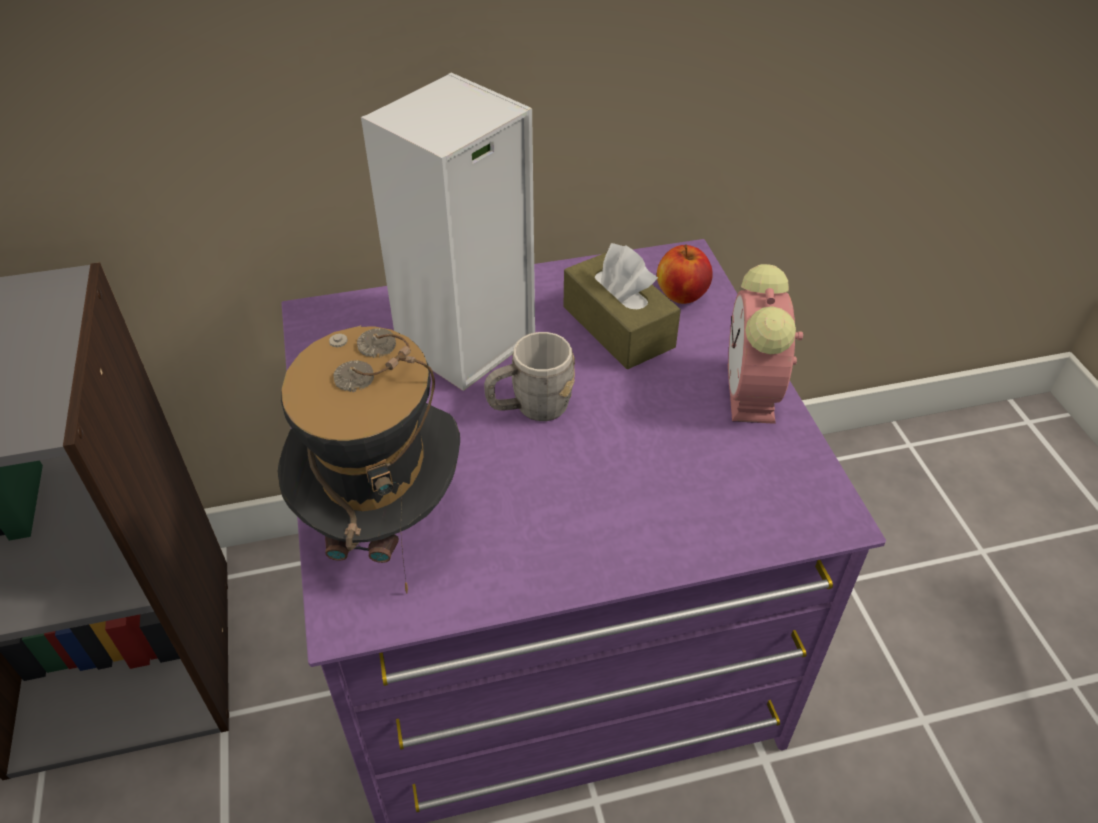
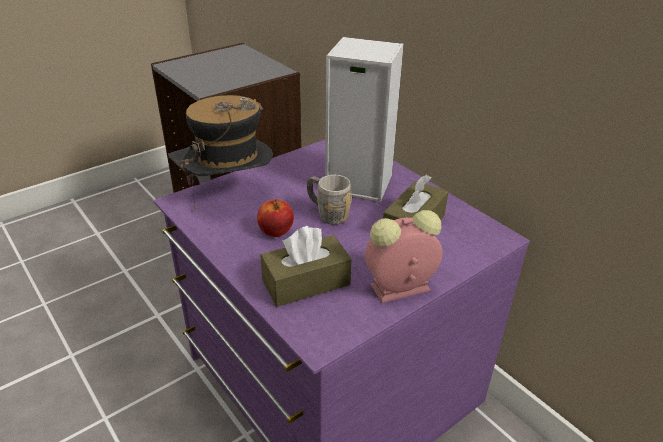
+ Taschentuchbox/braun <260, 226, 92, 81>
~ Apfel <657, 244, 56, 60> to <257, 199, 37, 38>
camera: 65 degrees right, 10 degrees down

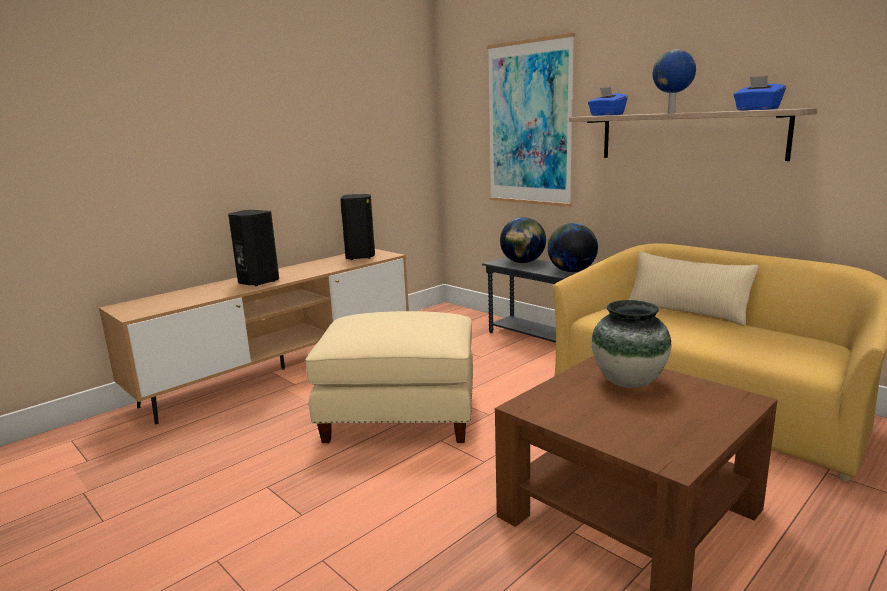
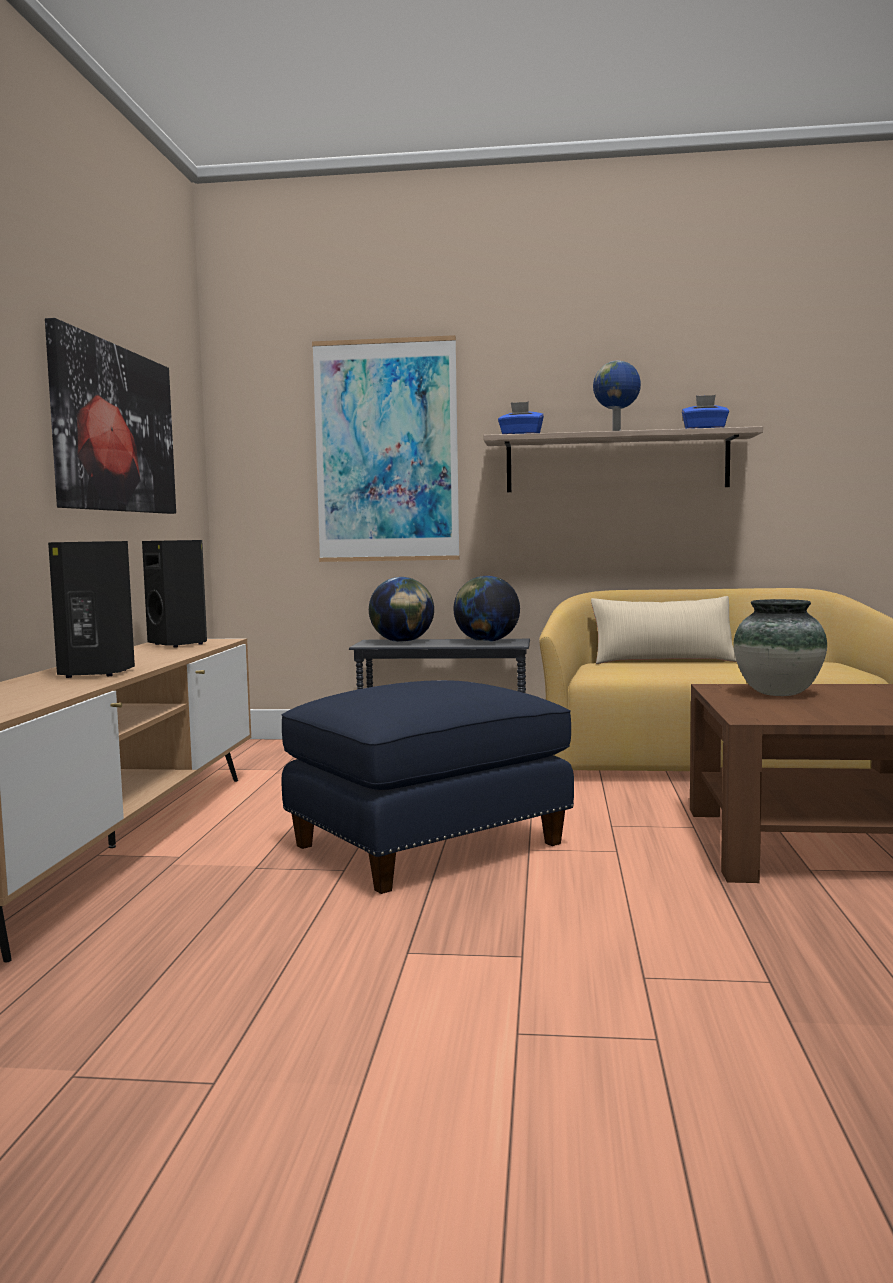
+ Bild <45, 318, 131, 196>
~ Polsterhocker/beige <305, 311, 168, 132> to Polsterhocker/blau <281, 680, 293, 214>
camera: 40 degrees left, 10 degrees down

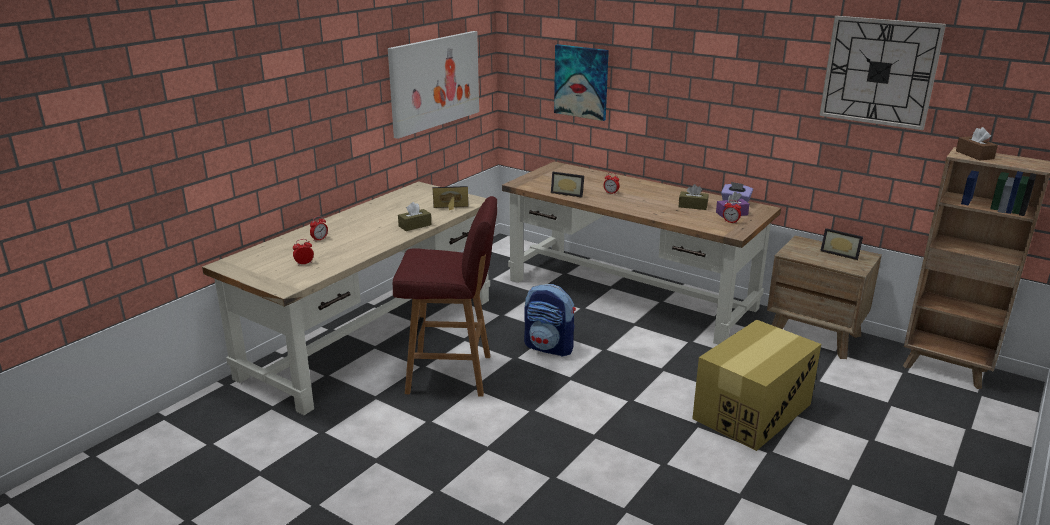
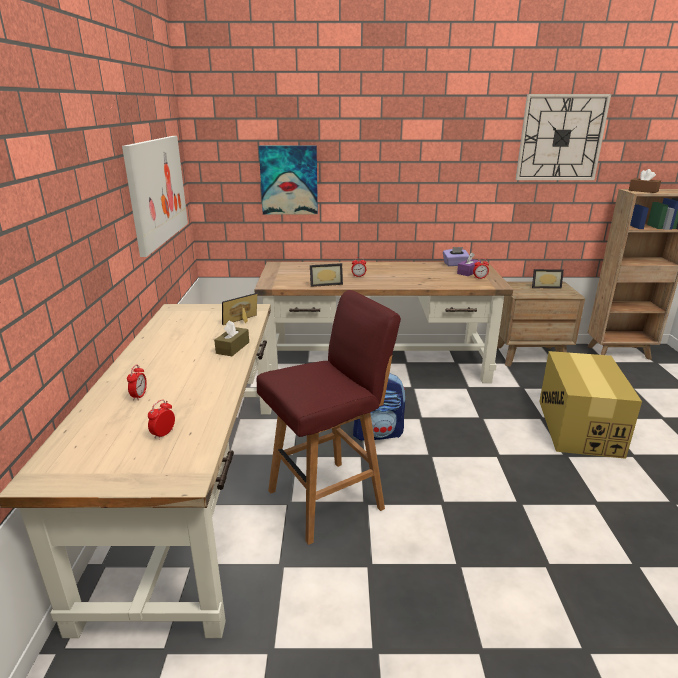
- Taschentuchbox/braun <679, 184, 30, 26>
camera: 35 degrees left, 0 degrees up

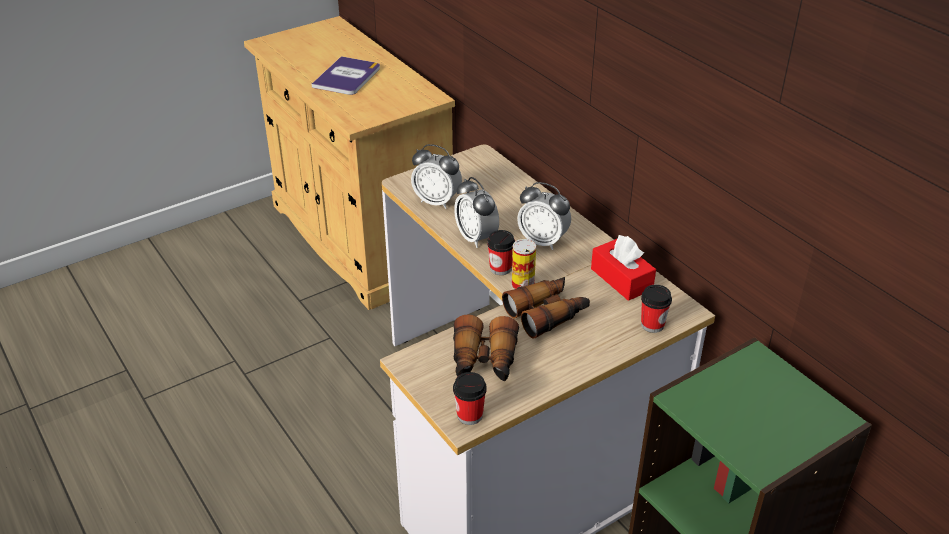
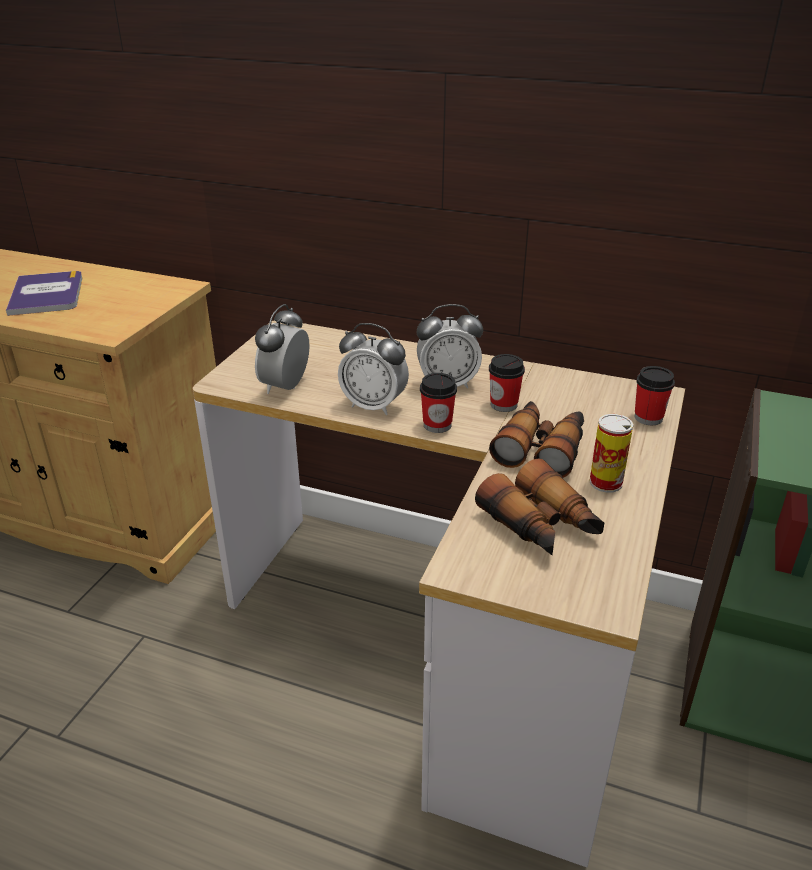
- Taschentuchbox/rot <591, 235, 65, 66>
~ Tasse <453, 372, 34, 53> to <489, 354, 36, 58>
~ Dose <511, 239, 25, 51> to <589, 414, 45, 79>
~ Wecker <411, 144, 51, 65> = <255, 304, 55, 90> 120 degrees clockwise
camera: 35 degrees left, 5 degrees down

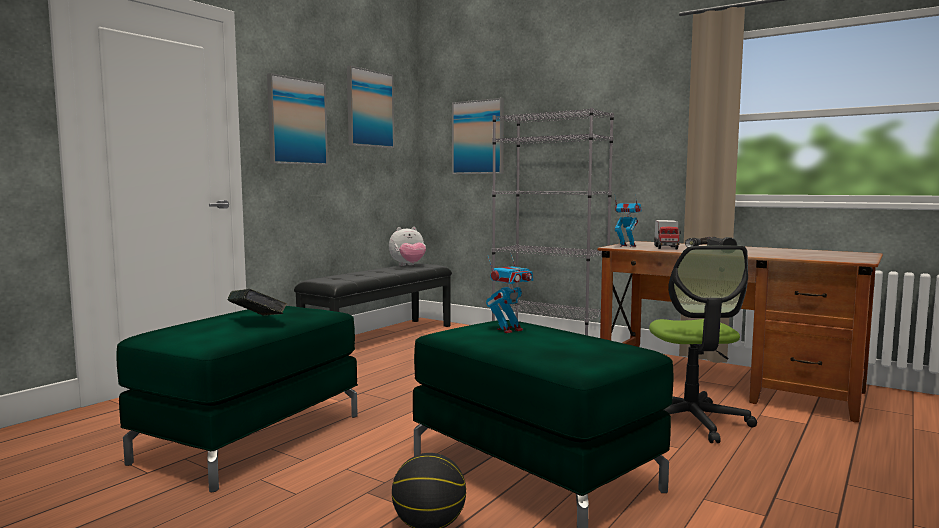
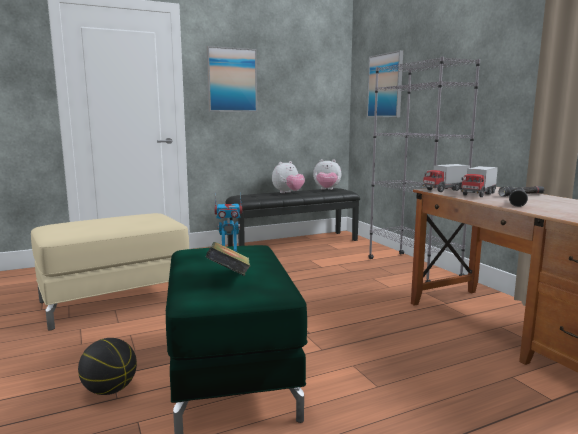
- Bild <347, 65, 47, 83>
- Bürostuhl <649, 246, 108, 197>
+ Plüschtier <272, 161, 33, 32>
~ Buch <227, 289, 60, 27> to <206, 242, 45, 34>
~ Spielzeugroboter <615, 195, 27, 52> to Spielzeuglaster <422, 164, 48, 28>
~ Polsterhocker/grün <117, 306, 241, 186> to Polsterhocker/beige <31, 213, 158, 117>
camera: 30 degrees right, 5 degrees up

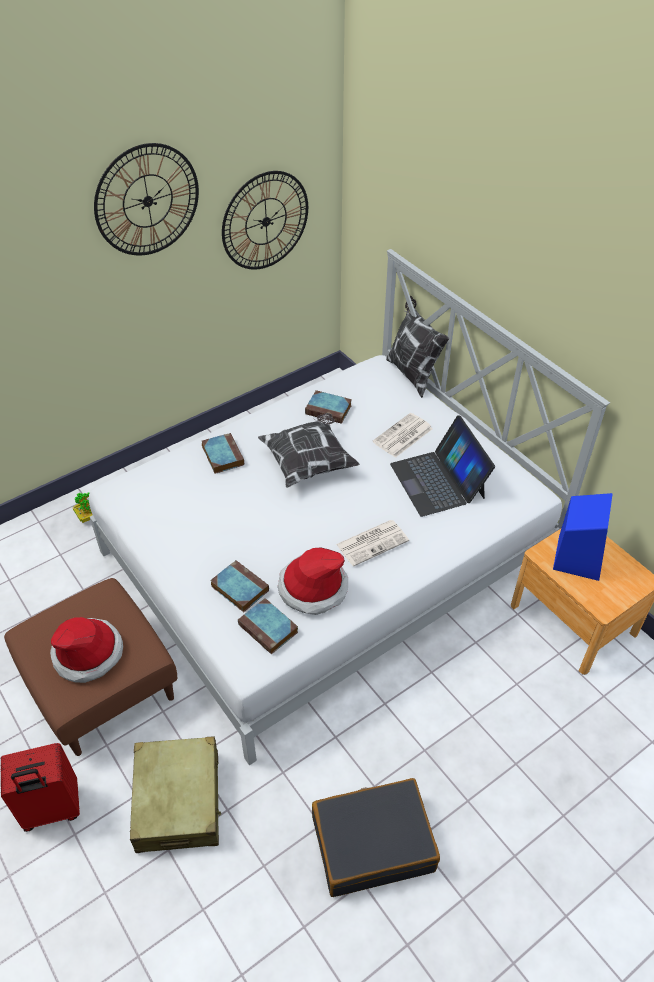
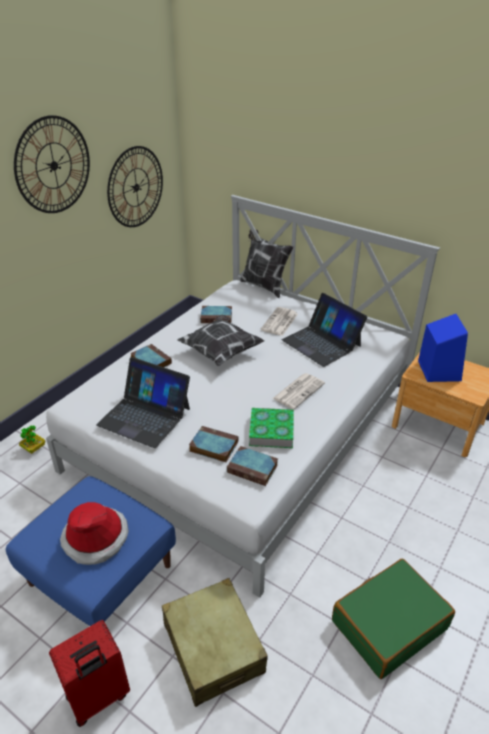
+ Laptop <96, 357, 94, 91>
~ Hut <278, 547, 70, 68> to Buch <249, 408, 45, 40>
~ Polsterhocker/braun <4, 578, 173, 178> to Polsterhocker/blau <6, 476, 170, 150>
~ Koffer/schwarz <312, 778, 128, 119> to Koffer/grün <332, 559, 123, 120>
camera: 20 degrees left, 10 degrees down

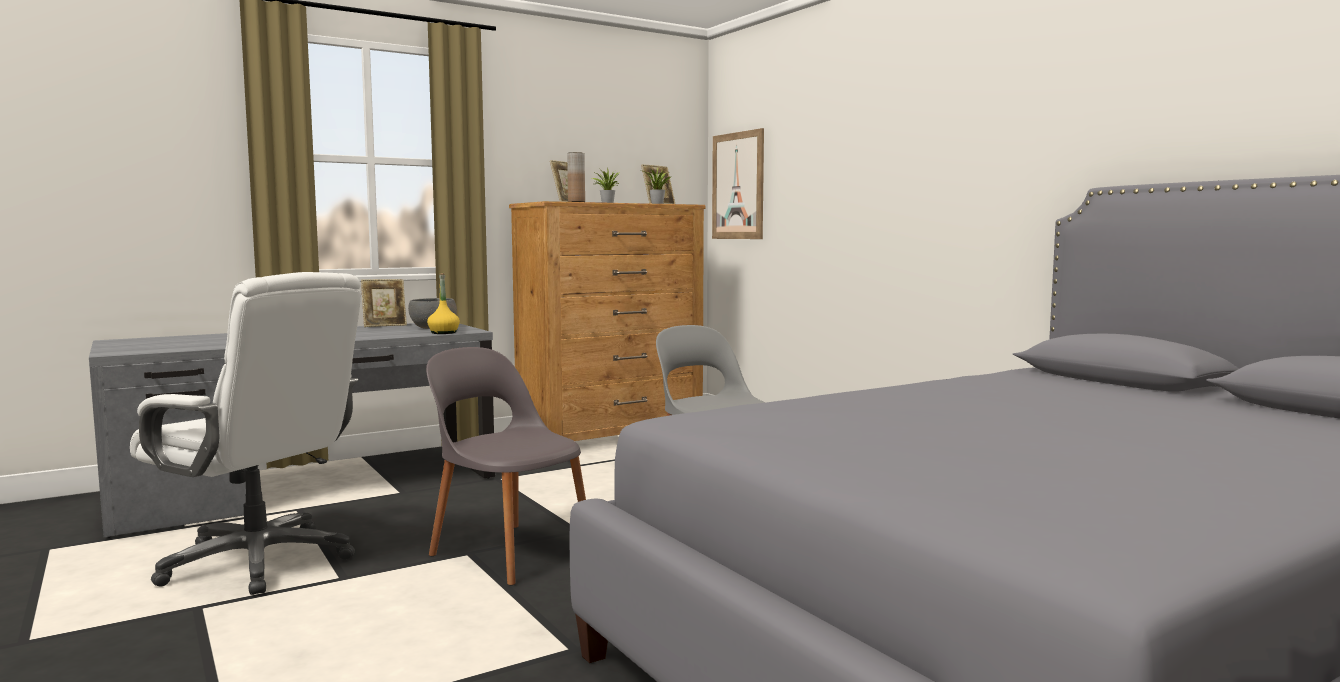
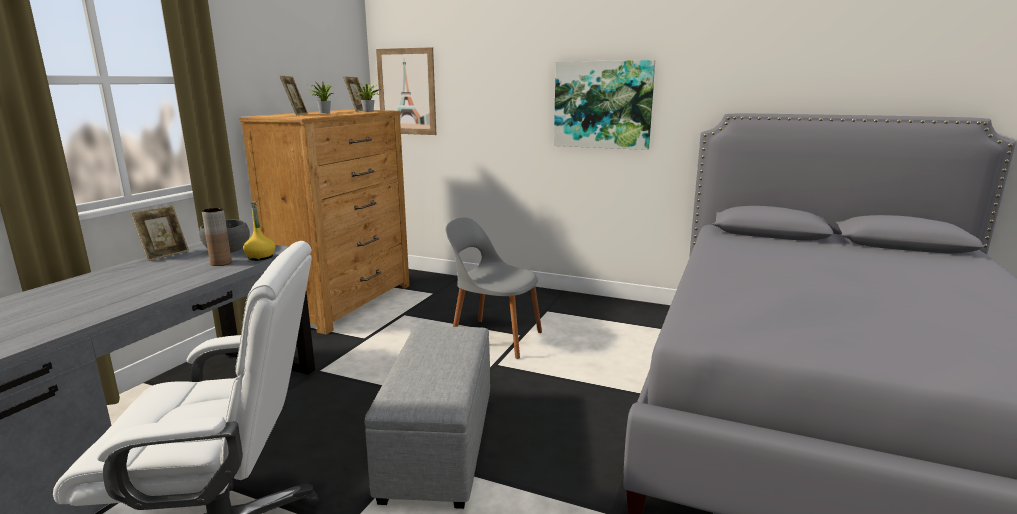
+ Bild <554, 60, 101, 90>
~ Vase/braun <567, 152, 18, 50> to <202, 208, 30, 58>
~ Stuhl/grau <426, 347, 160, 238> to Polsterhocker/grau <365, 326, 125, 183>
camera: 35 degrees left, 10 degrees up

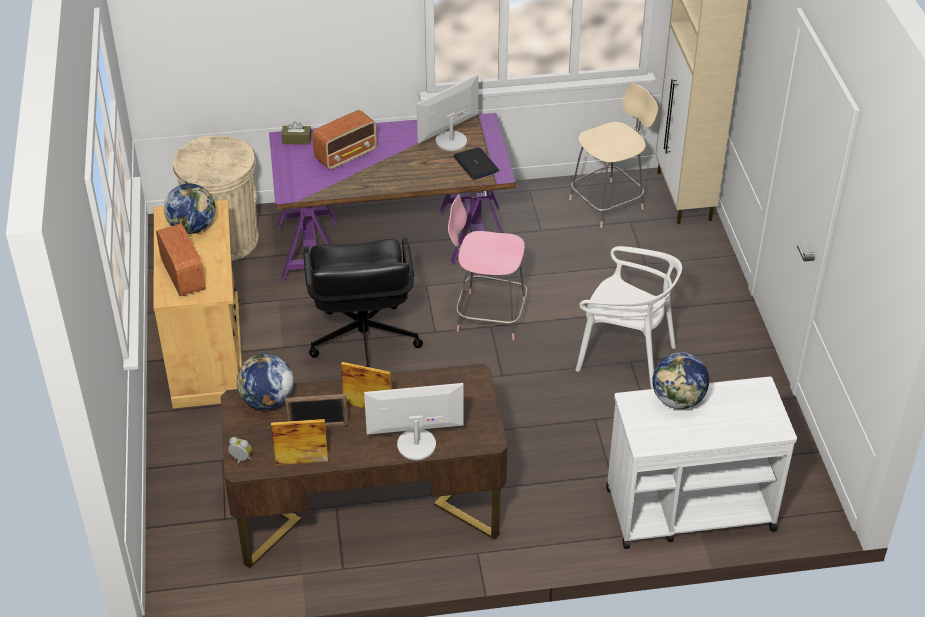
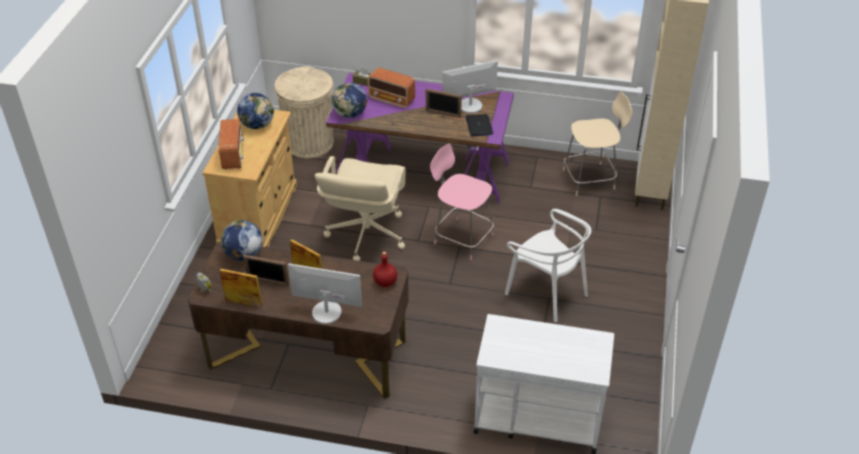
+ Flasche/rot <373, 251, 24, 36>
+ Bilderrahmen <426, 88, 36, 30>
~ Globus <652, 352, 57, 57> to <332, 83, 35, 35>
~ Bürostuhl/schwarz <303, 238, 120, 129> to Bürostuhl/beige <315, 156, 91, 105>
~ Radio <312, 110, 65, 60> = <367, 68, 48, 41> 45 degrees clockwise
camera: 20 degrees right, 0 degrees up

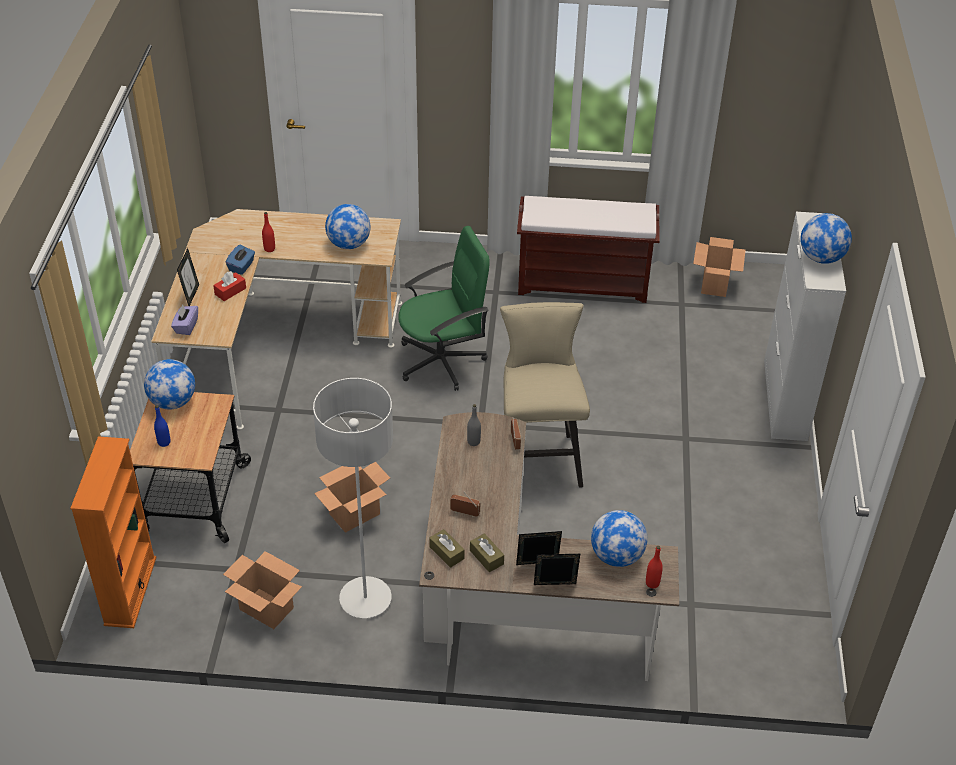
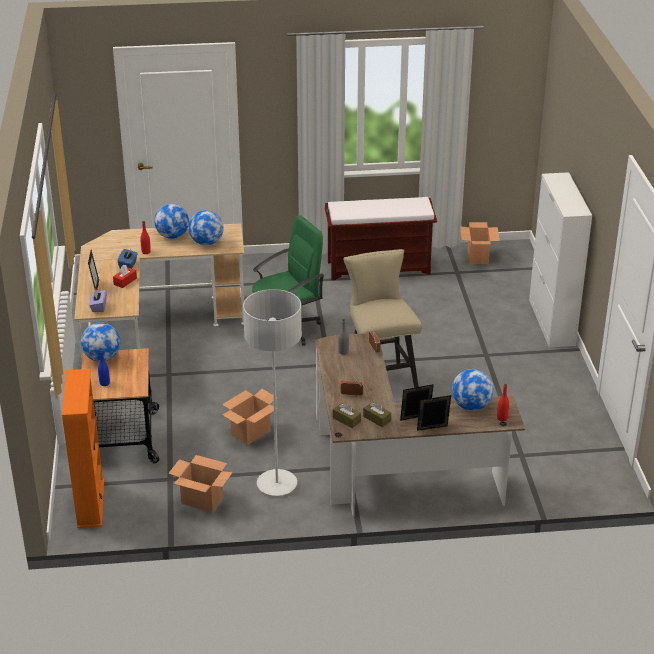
~ Globus <800, 213, 52, 51> to <154, 204, 35, 35>
camera: 10 degrees left, 10 degrees down

